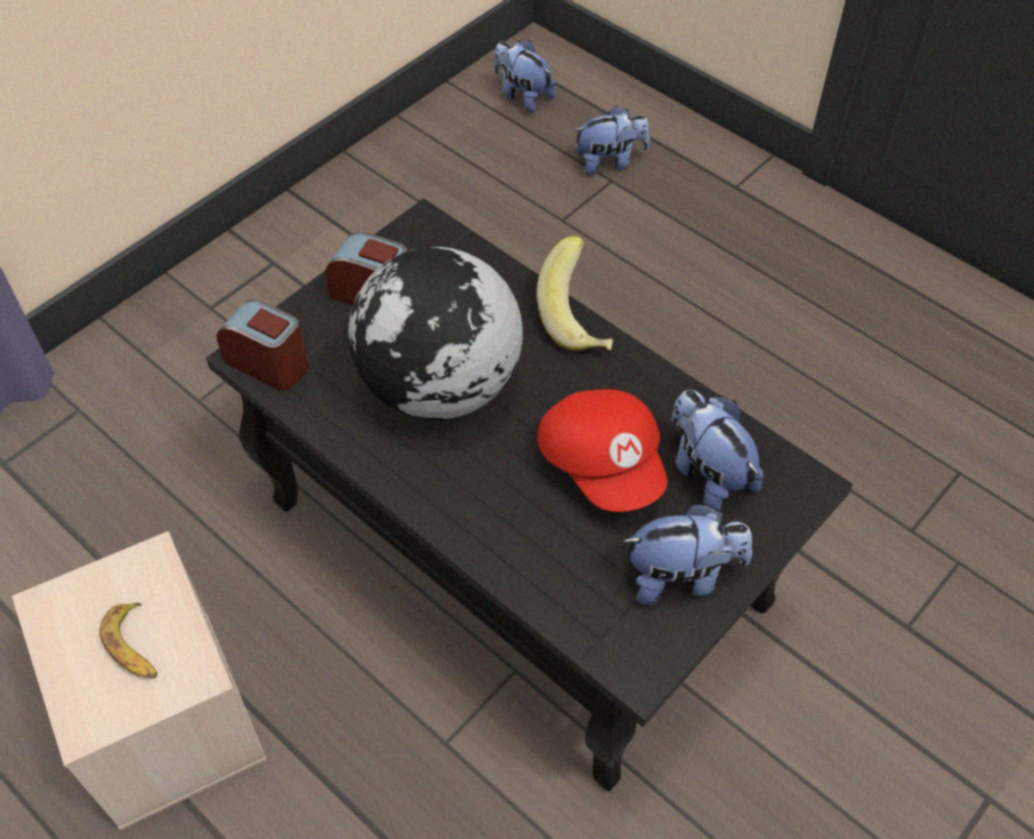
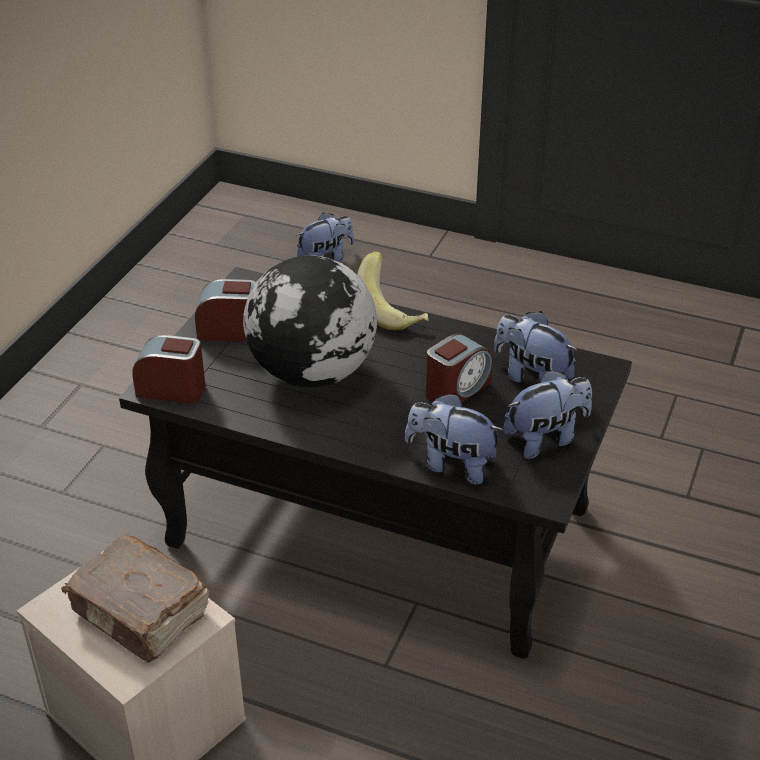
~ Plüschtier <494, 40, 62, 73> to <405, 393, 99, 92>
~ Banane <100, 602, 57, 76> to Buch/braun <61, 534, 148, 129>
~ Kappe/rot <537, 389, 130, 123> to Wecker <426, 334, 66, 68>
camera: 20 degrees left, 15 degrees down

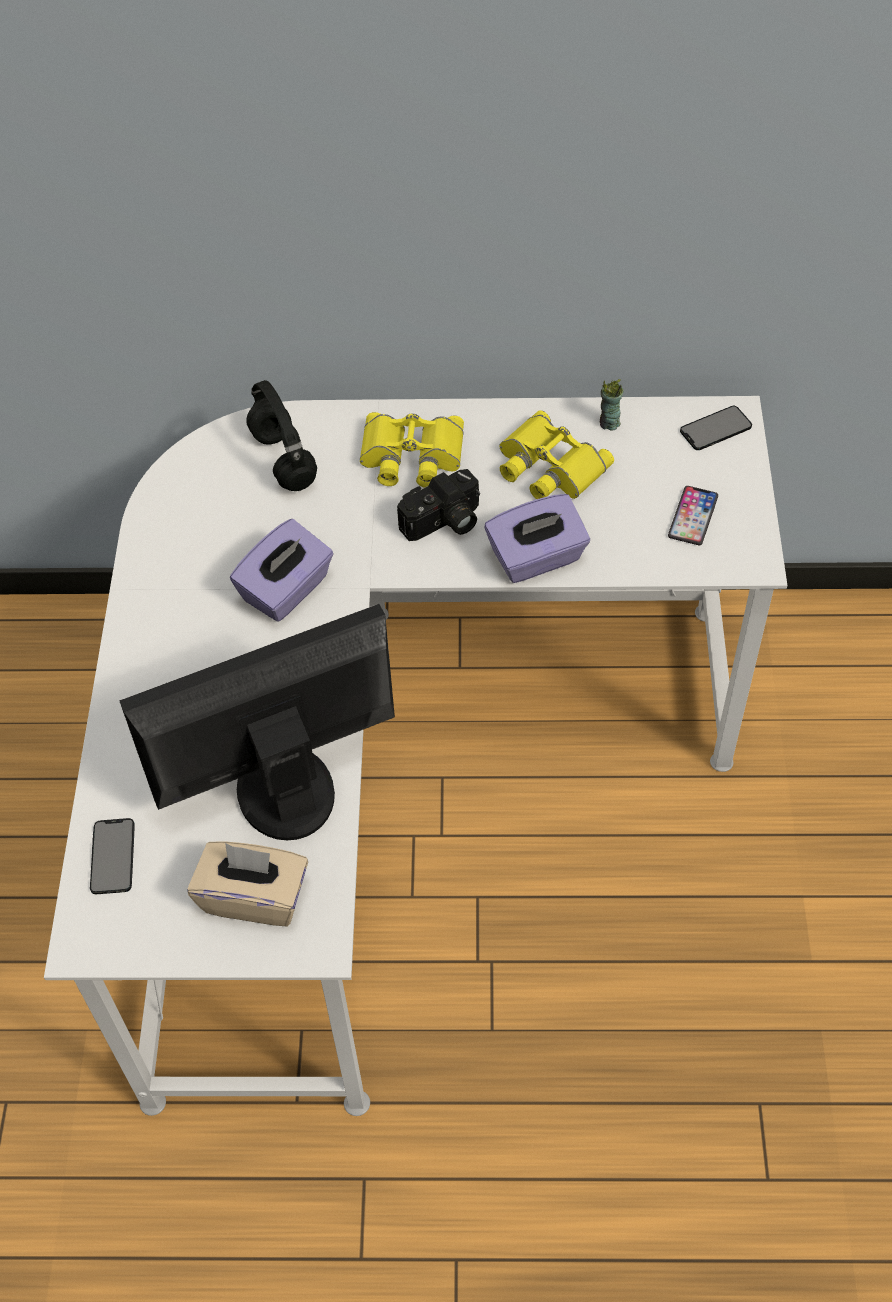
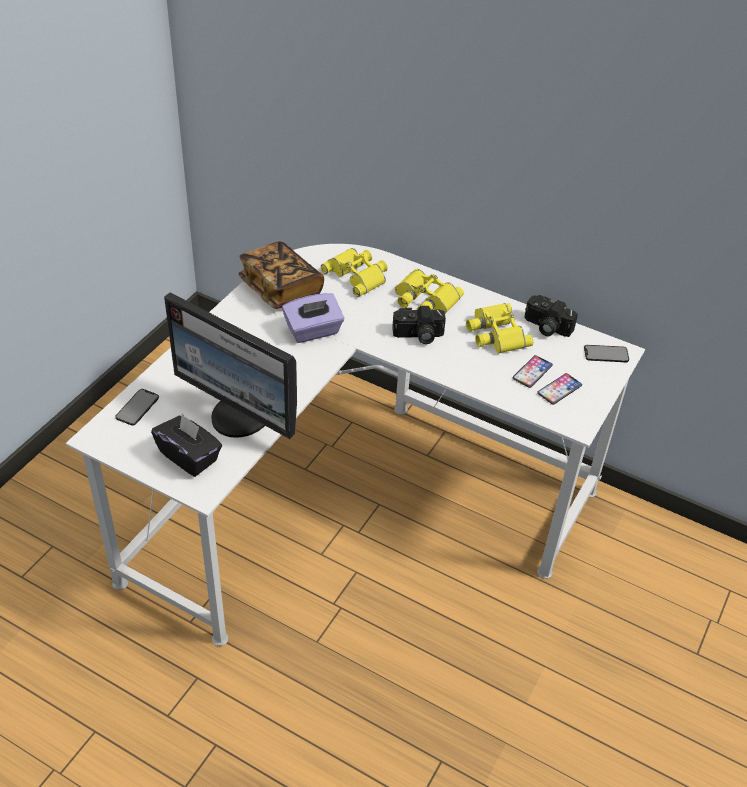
- Taschentuchbox/lila <485, 494, 105, 89>
+ Buch <238, 241, 86, 68>
+ Handy <512, 355, 41, 33>
~ Kopfhörer/schwarz <247, 380, 70, 111> to Fernglas/gelb <321, 248, 67, 49>
~ Tasse <600, 379, 24, 52> to Kamera <524, 295, 54, 42>
~ Taschentuchbox/beige <187, 841, 121, 85> to Taschentuchbox/schwarz <151, 414, 71, 63>
~ Monitor <119, 604, 276, 236> = <164, 292, 133, 147> 150 degrees counterclockwise
camera: 25 degrees right, 10 degrees down

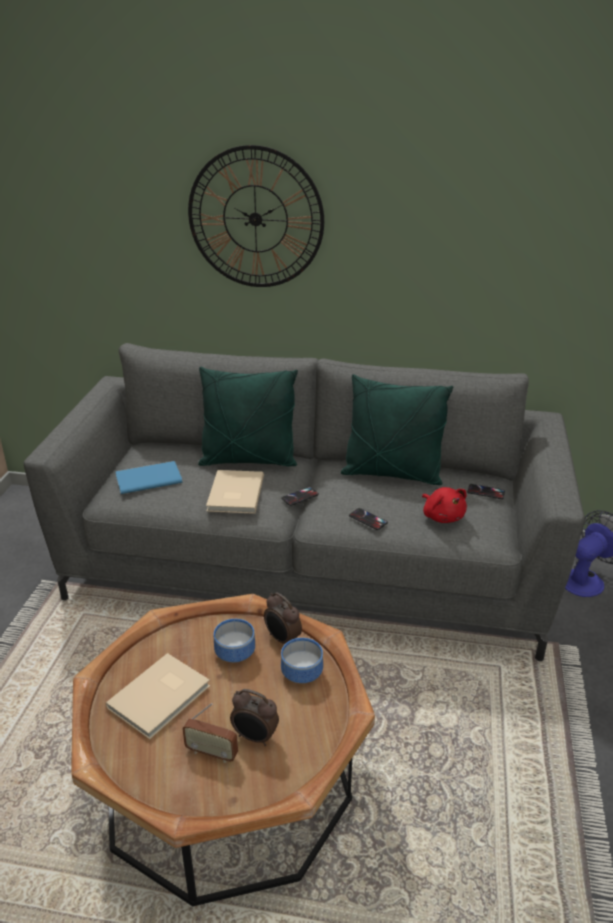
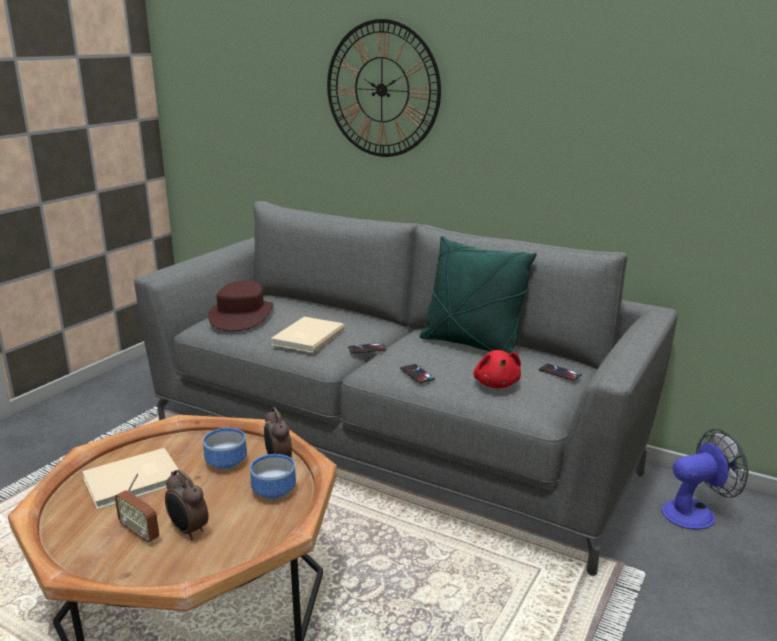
- Kissen/grün <198, 367, 100, 100>
~ Buch/blau <116, 461, 67, 33> to Hut/braun <208, 280, 66, 51>
camera: 20 degrees right, 10 degrees down

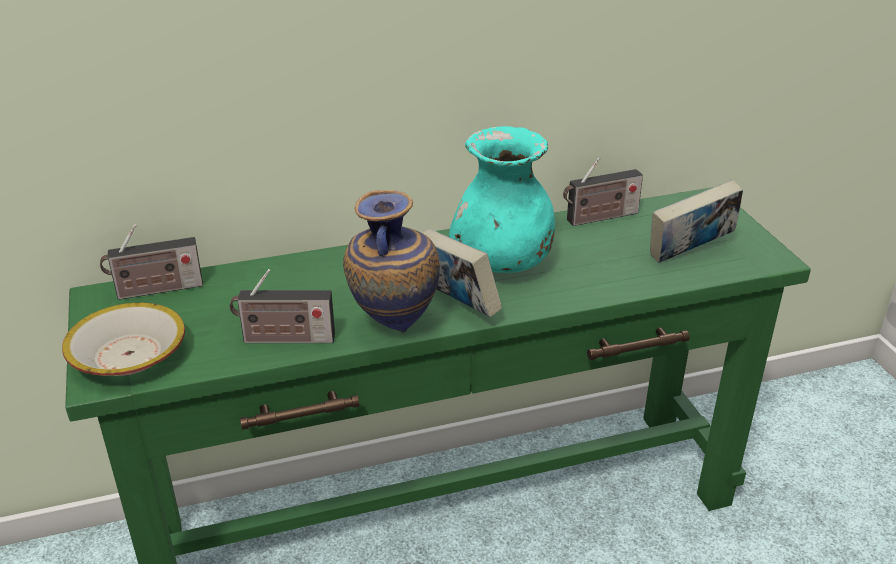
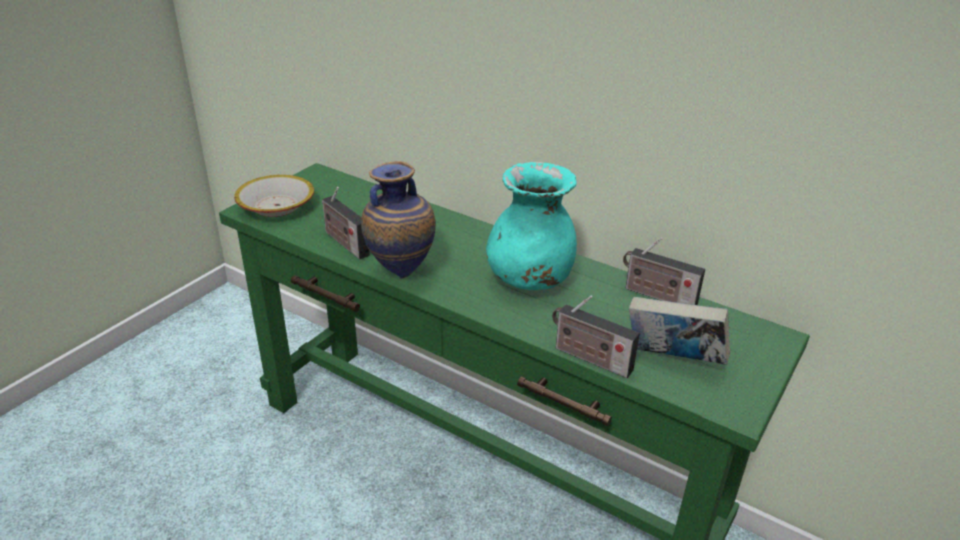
- Buch <422, 229, 80, 88>
~ Radio <100, 224, 103, 76> to <552, 296, 88, 82>
camera: 50 degrees right, 0 degrees up

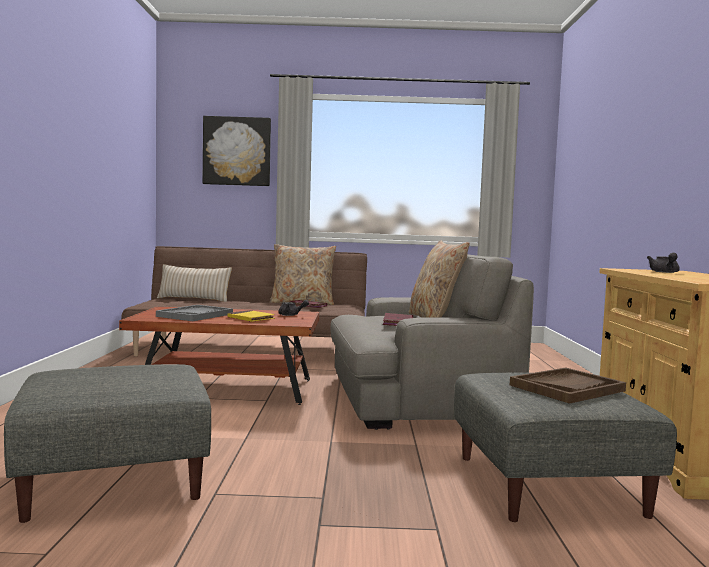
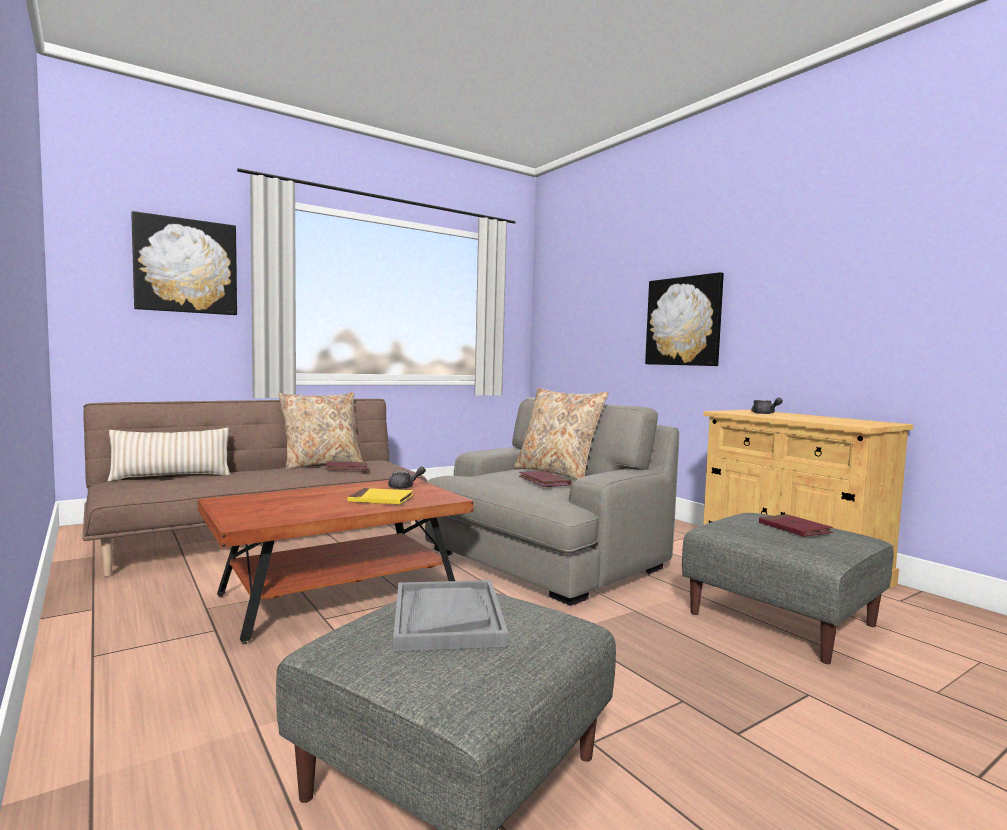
+ Bild <645, 272, 79, 94>
~ Tablett/grau <156, 305, 77, 16> to <393, 580, 115, 72>
~ Tablett/braun <510, 367, 116, 37> to Buch/rot <759, 514, 74, 23>
camera: 35 degrees left, 0 degrees up

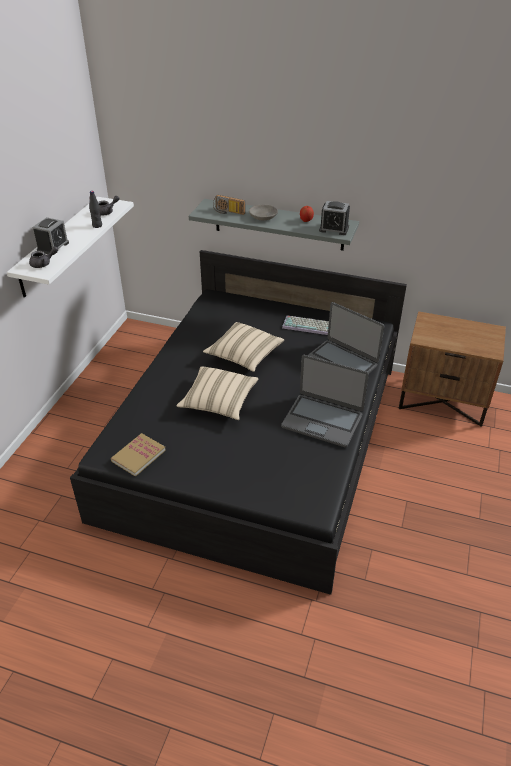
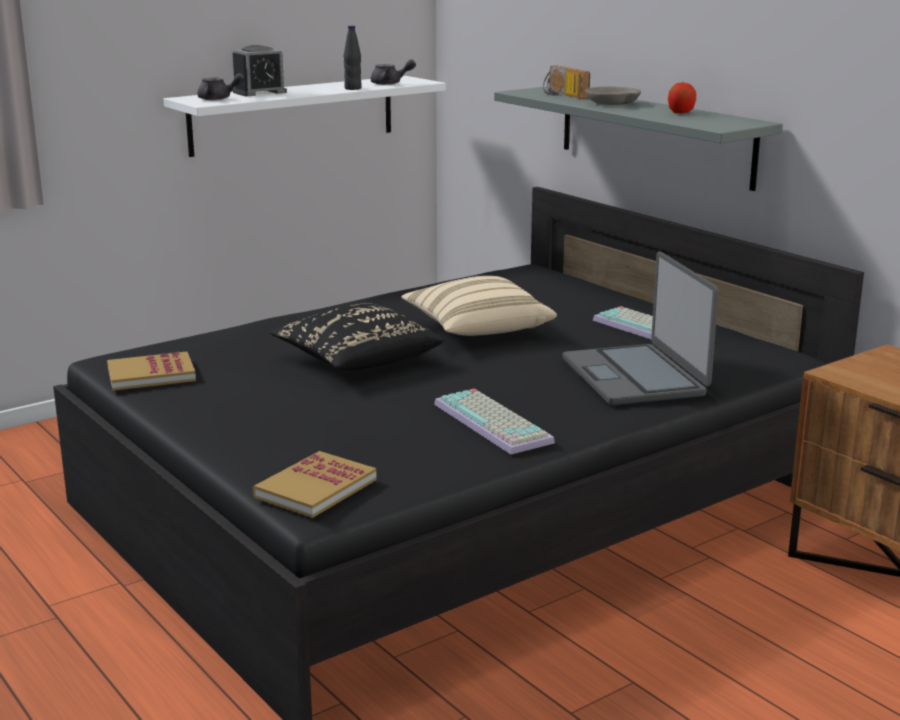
- Wecker <319, 201, 31, 34>
+ Buch <253, 451, 124, 67>
~ Laptop <281, 355, 88, 92> to Tastatur <434, 389, 121, 65>
~ Kissen/beige <176, 366, 82, 54> to Kissen/schwarz <270, 303, 174, 67>
camera: 35 degrees right, 20 degrees down

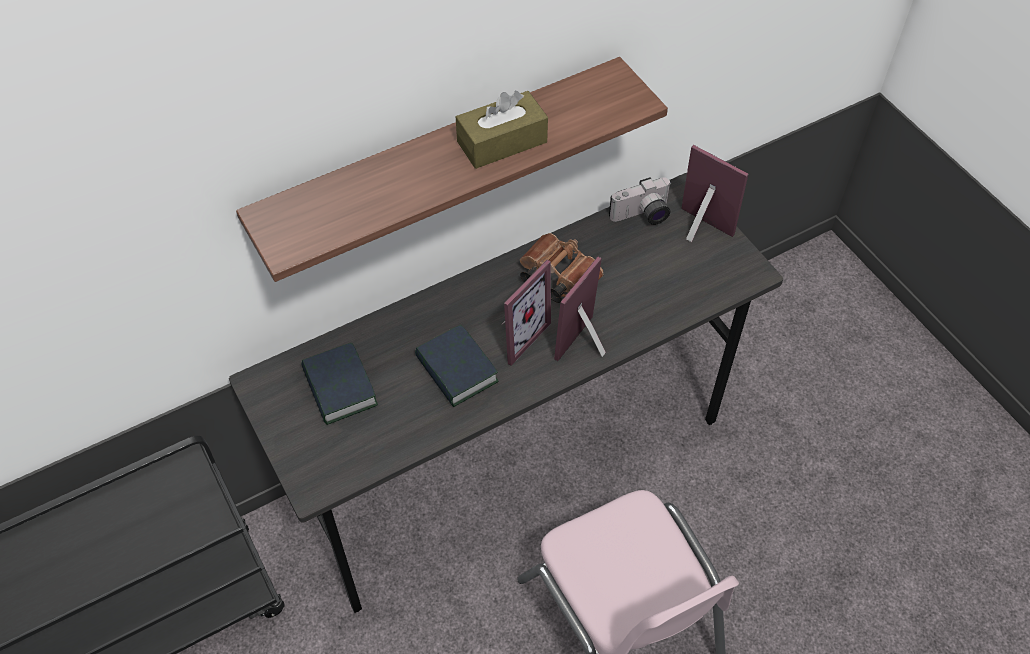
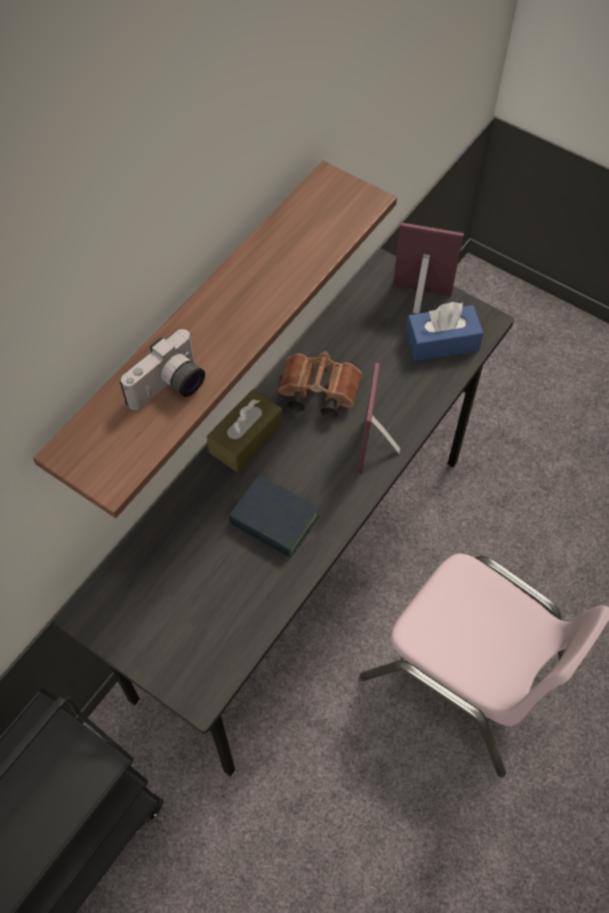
- Buch <301, 343, 77, 82>
- Bilderrahmen <500, 260, 51, 106>
+ Taschentuchbox/blau <406, 302, 77, 59>
~ Taschentuchbox/braun <456, 91, 92, 78> to <206, 389, 77, 84>
~ Kamera <609, 177, 61, 48> to <120, 329, 85, 81>
camera: 25 degrees left, 5 degrees up

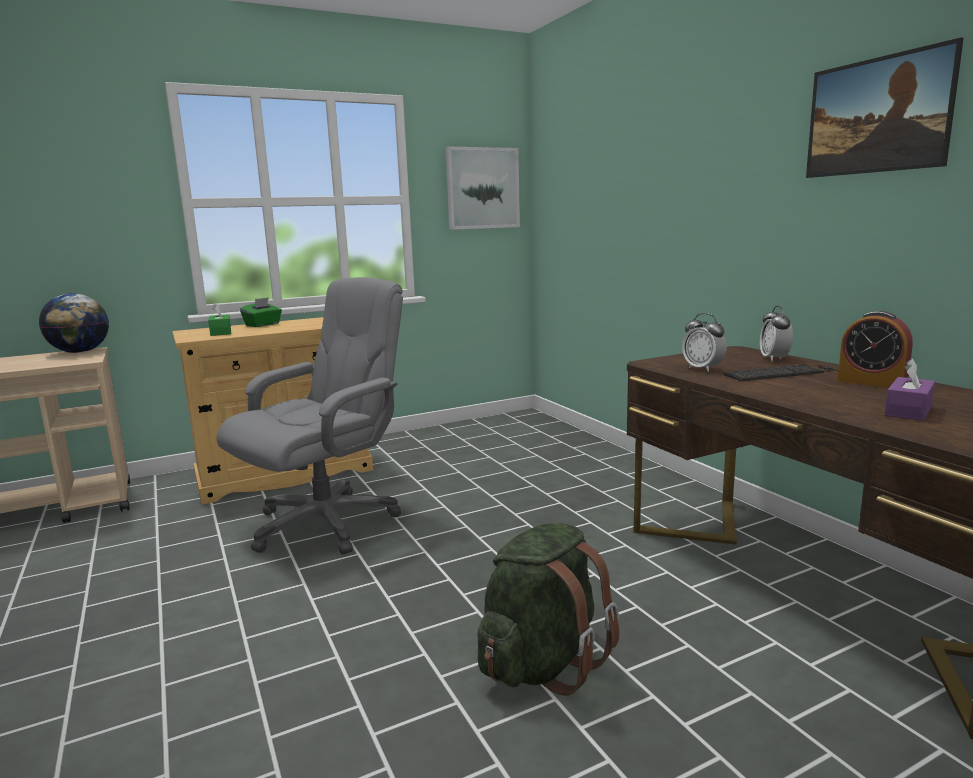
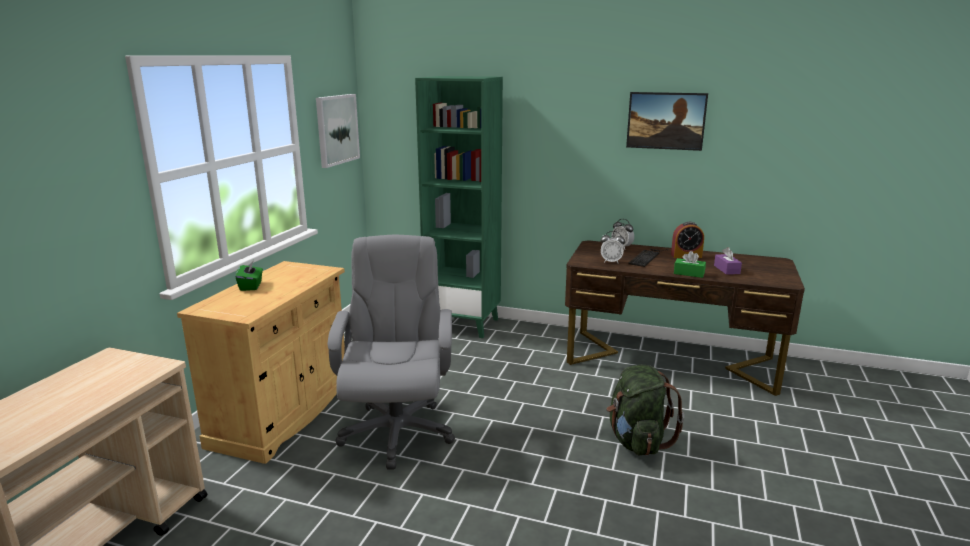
- Globus <39, 293, 70, 60>
+ Bücherregal/grün <415, 76, 88, 262>
~ Taschentuchbox/grün <208, 302, 23, 34> to <674, 251, 32, 27>
camera: 45 degrees left, 5 degrees up

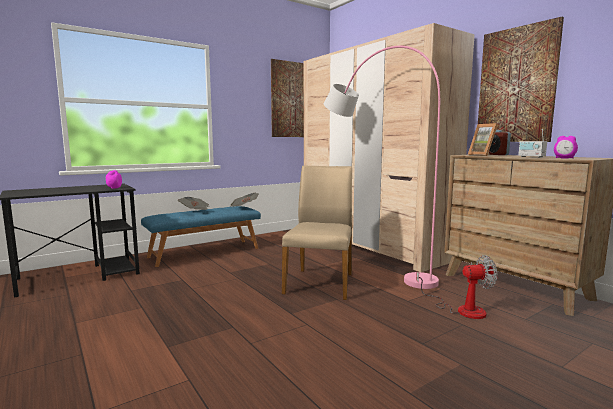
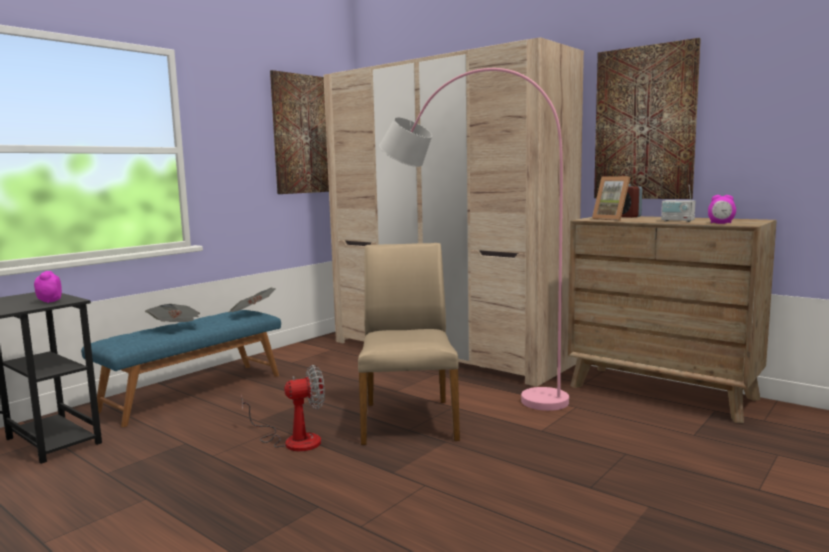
~ Ventilator <416, 255, 81, 64> to <241, 365, 84, 86>
camera: 15 degrees left, 0 degrees up

